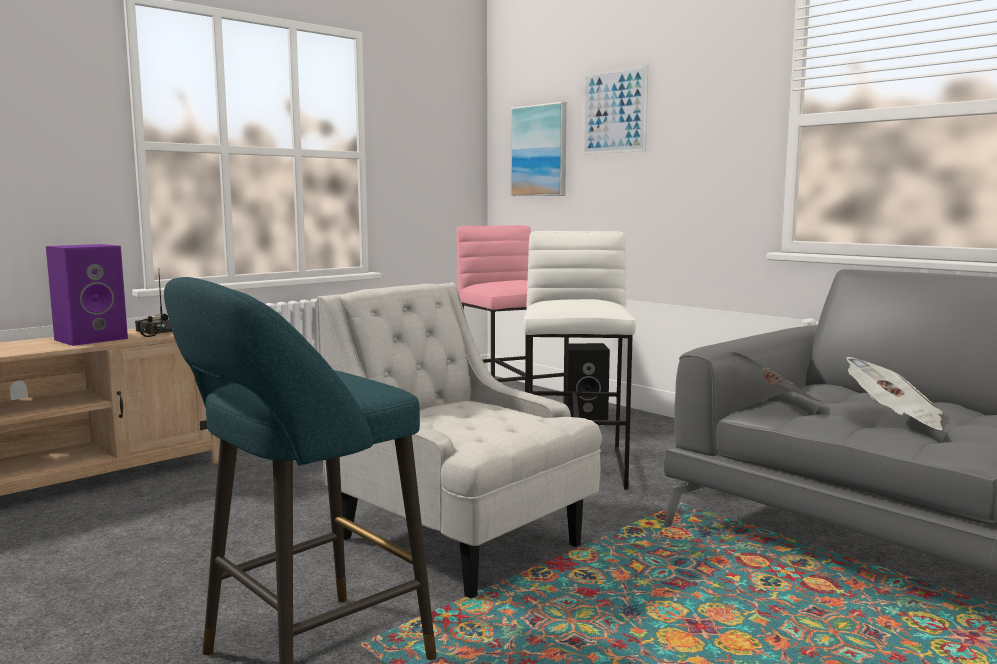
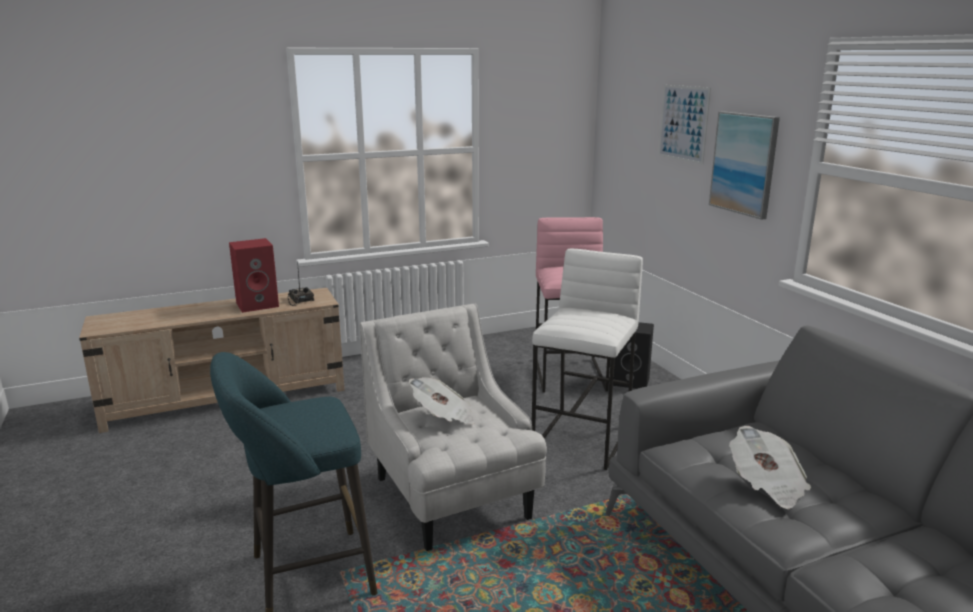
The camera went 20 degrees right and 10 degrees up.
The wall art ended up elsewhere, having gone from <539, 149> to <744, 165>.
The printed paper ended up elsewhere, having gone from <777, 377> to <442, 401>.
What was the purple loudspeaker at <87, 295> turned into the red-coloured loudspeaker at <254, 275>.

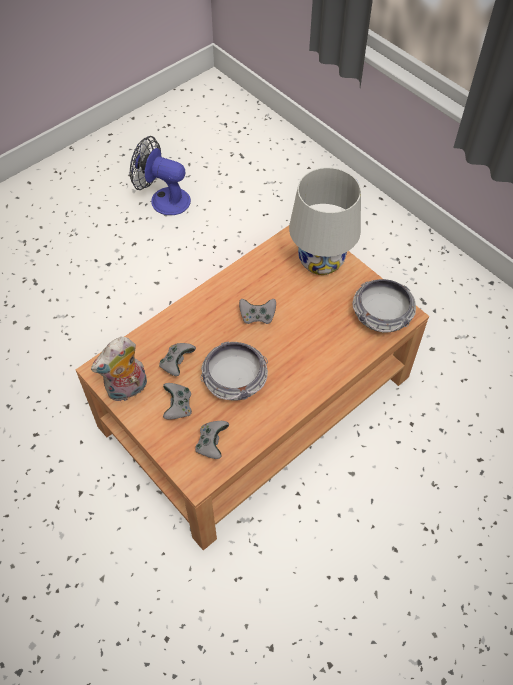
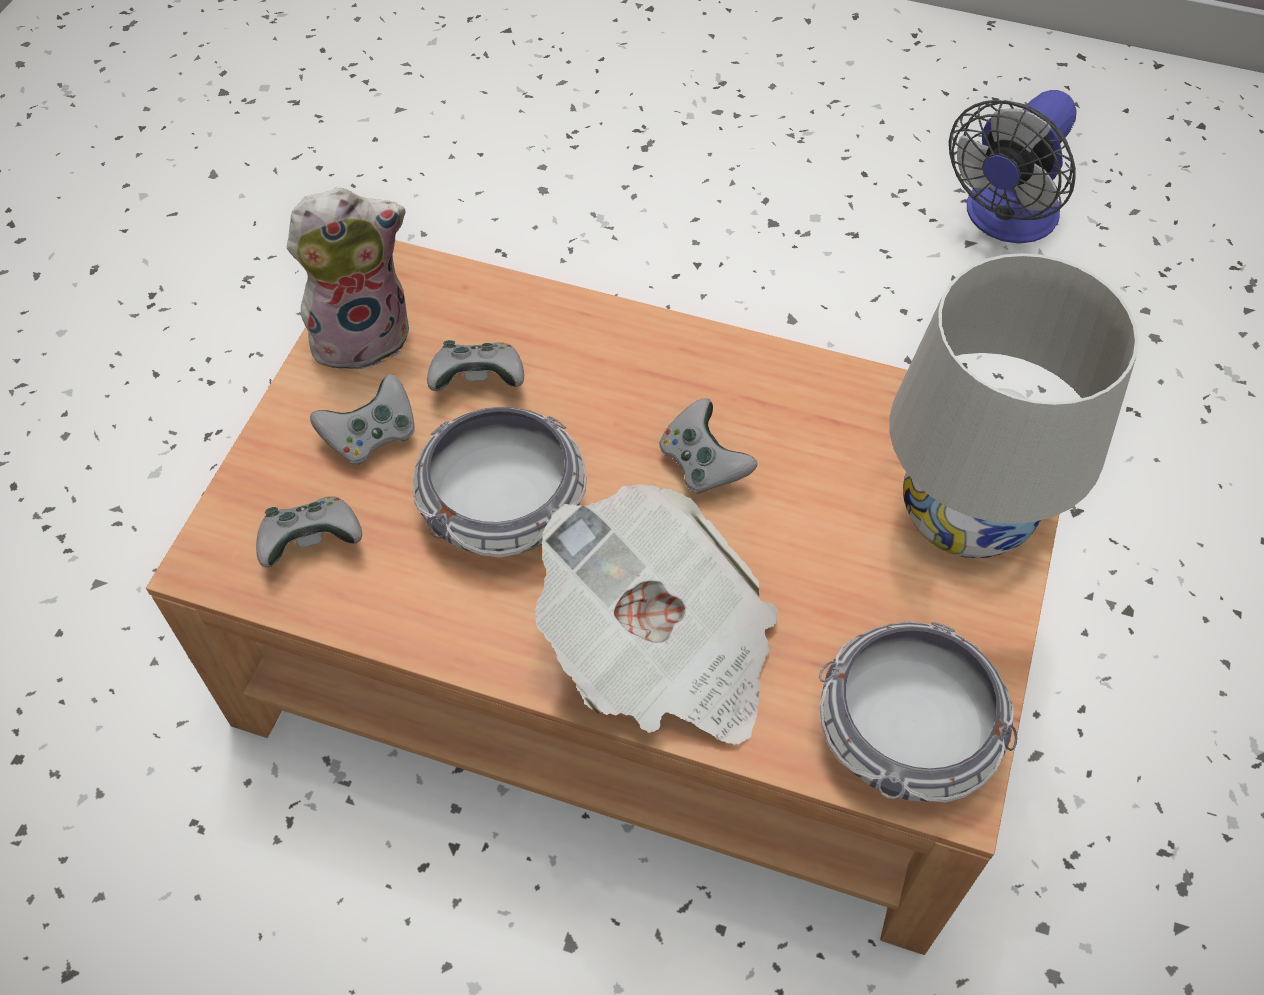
The camera went 60 degrees right and 0 degrees up.
The second view gained the printed paper at <656, 614>.
The cuddly toy at <119, 369> ended up facing another way, 135 degrees clockwise from before.
The electric fan at <160, 175> ended up facing another way, 135 degrees counterclockwise from before.

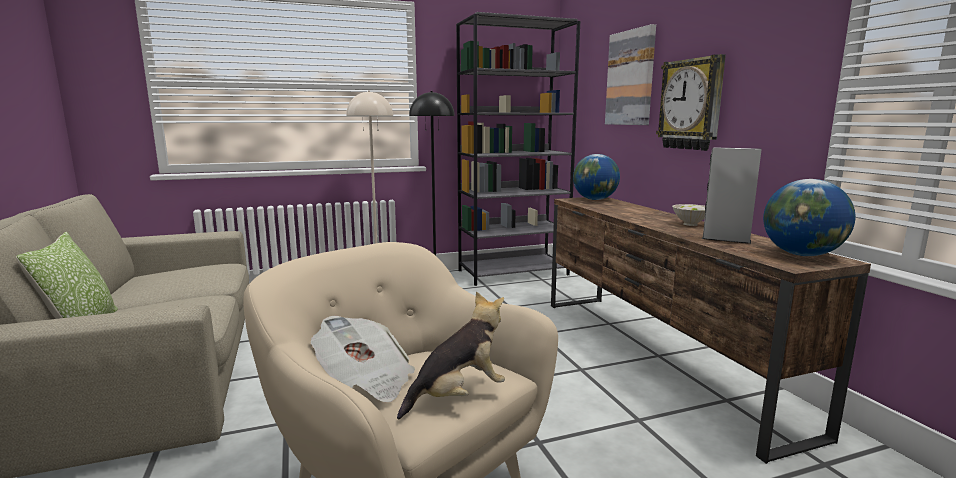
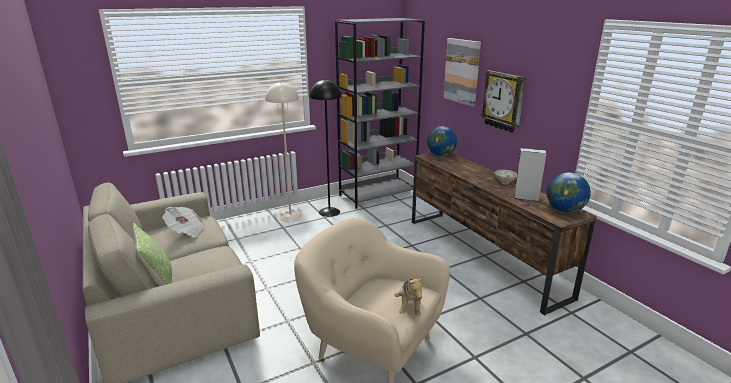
The camera went 10 degrees left and 10 degrees up.
The printed paper ended up elsewhere, having gone from <363, 359> to <183, 222>.
The cuddly toy at <451, 355> ended up facing another way, 135 degrees clockwise from before.

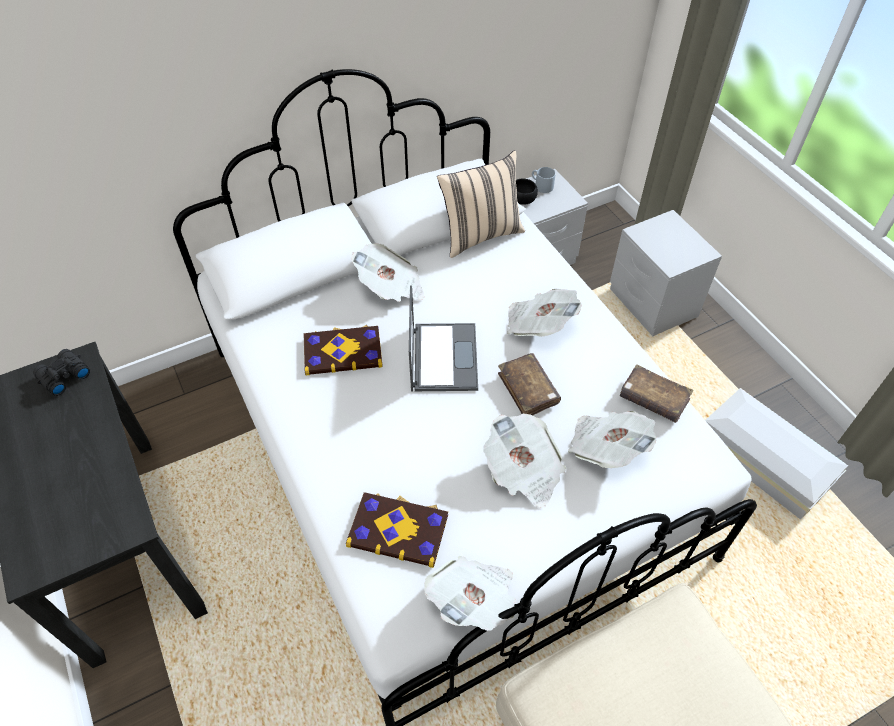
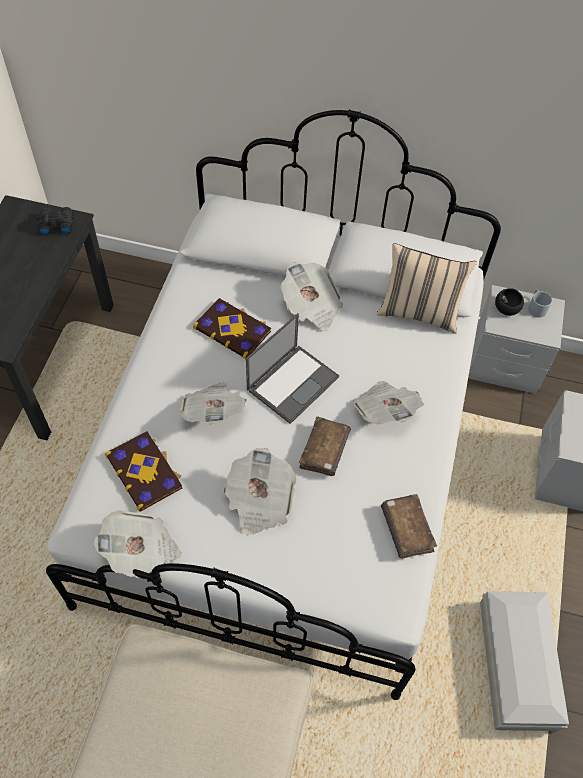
The camera went 40 degrees right and 5 degrees up.
The printed paper ended up elsewhere, having gone from <612, 439> to <213, 403>.

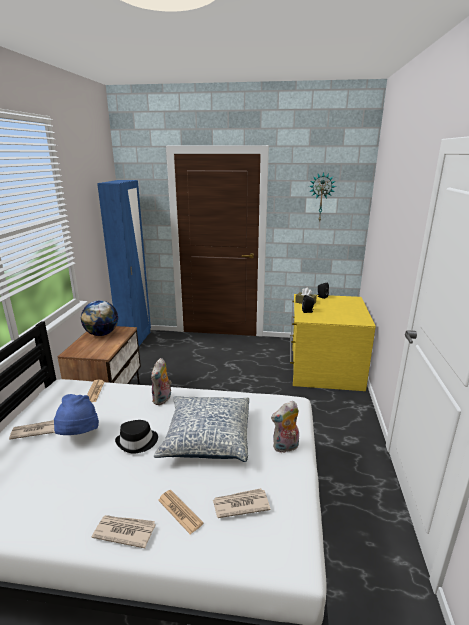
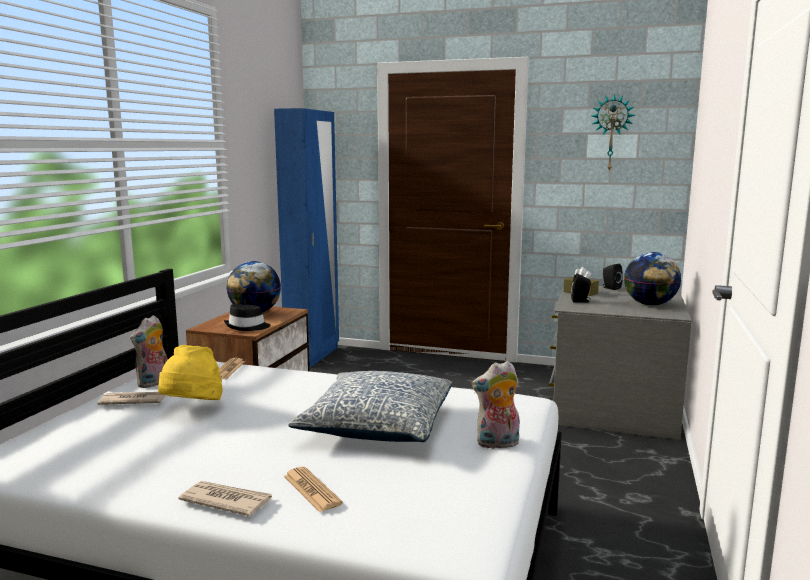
The camera went 10 degrees right and 10 degrees down.
The second view lost the printed paper at <241, 503>.
The second view gained the desk globe at <652, 279>.
The black clothing hat ended up elsewhere, having gone from <136, 437> to <247, 317>.
The cuddly toy ended up elsewhere, having gone from <161, 381> to <149, 351>.
What was the bluish clothing hat at <76, 414> turned into the yellowish clothing hat at <190, 372>.
What was the yellowish chest of drawers at <333, 342> turned into the greyish chest of drawers at <620, 363>.

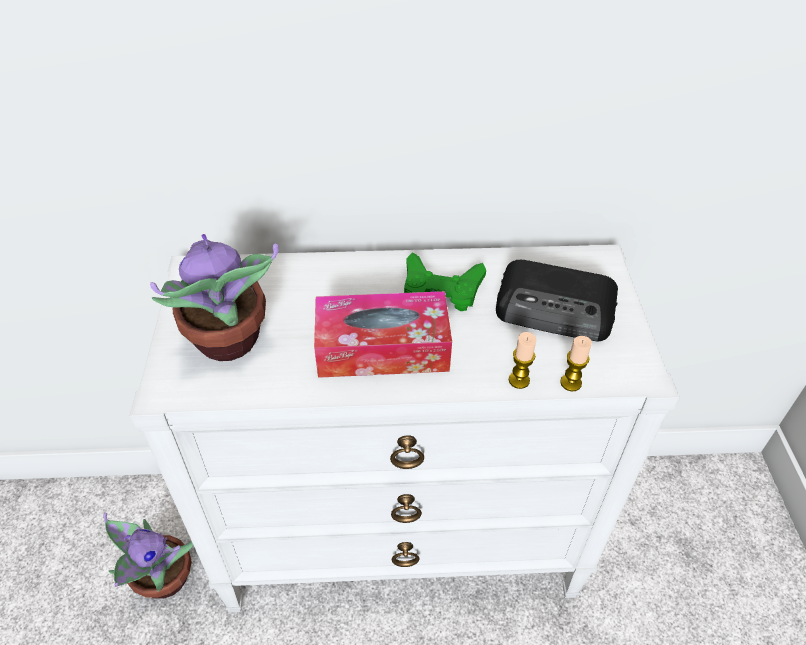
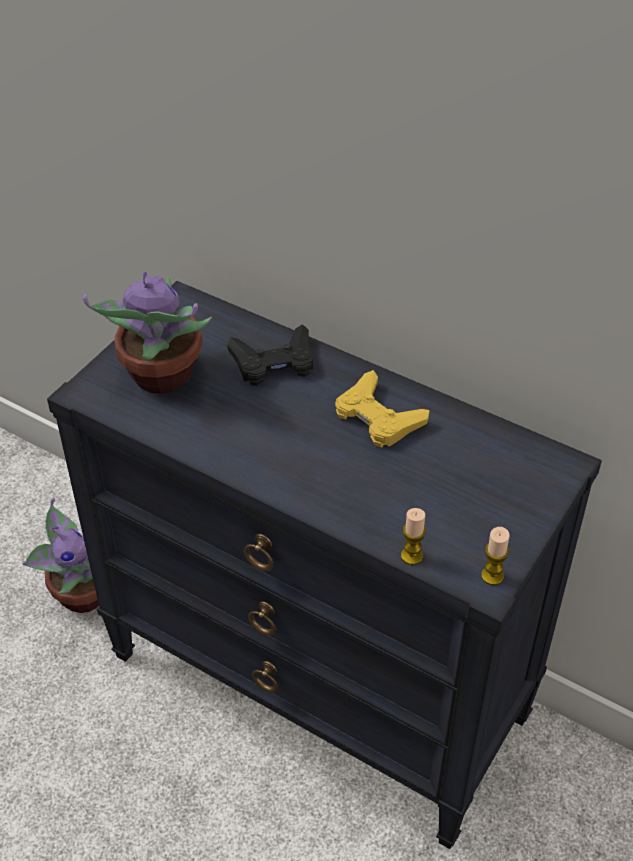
The camera went 35 degrees right and 0 degrees up.
The second view lost the tissue box at <383, 334>.
The second view lost the radio set at <557, 300>.
The second view gained the black gamepad at <270, 355>.
The candle ended up elsewhere, having gone from <522, 360> to <495, 556>.
What was the white-coloured chest of drawers at <405, 429> turned into the black chest of drawers at <324, 565>.
What was the greenish gamepad at <445, 281> turned into the yellowish gamepad at <382, 409>.

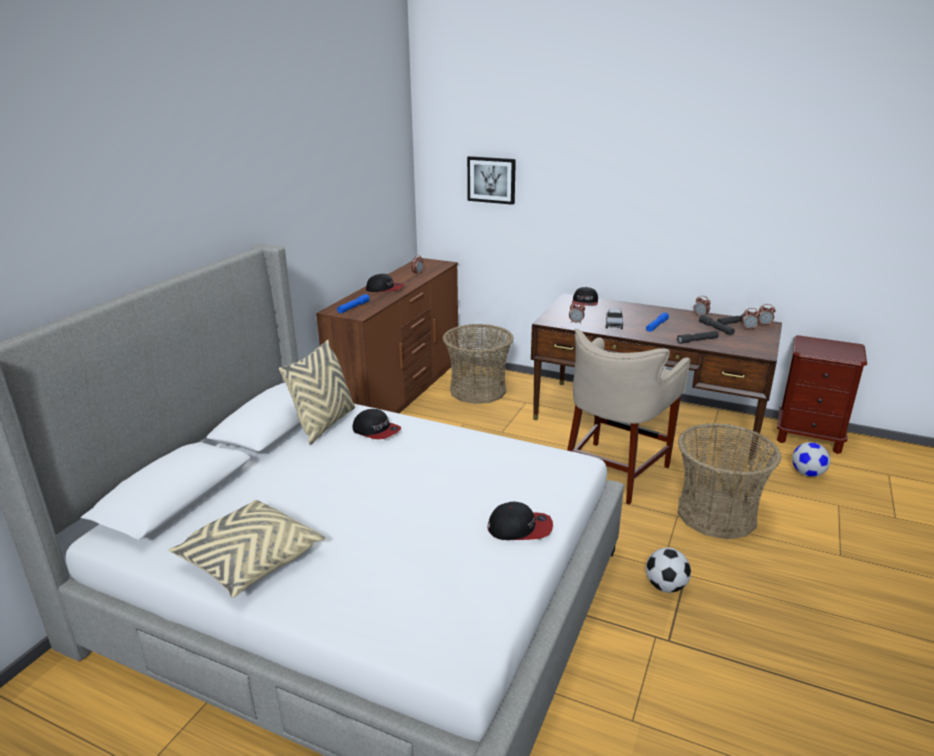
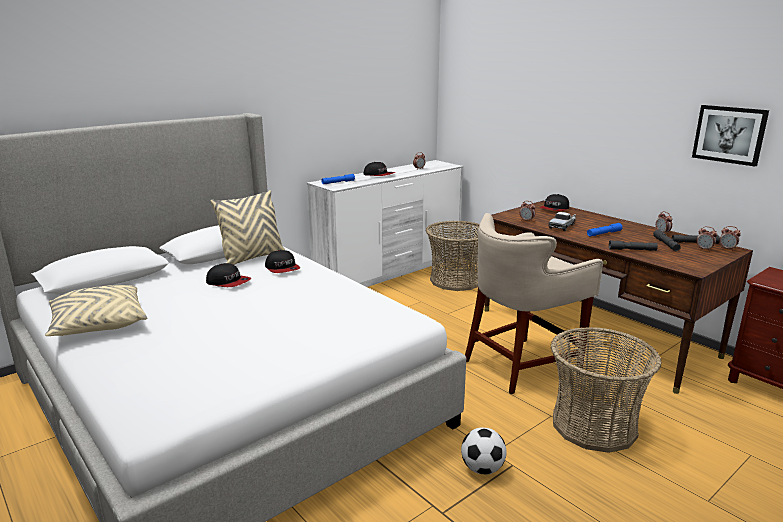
The camera went 25 degrees right and 5 degrees down.
The second view lost the football ball at <811, 459>.
The wall art ended up elsewhere, having gone from <491, 180> to <730, 136>.
The baseball cap ended up elsewhere, having gone from <520, 521> to <228, 275>.
What was the brown-coloured chest of drawers at <387, 335> turned into the white-coloured chest of drawers at <385, 223>.

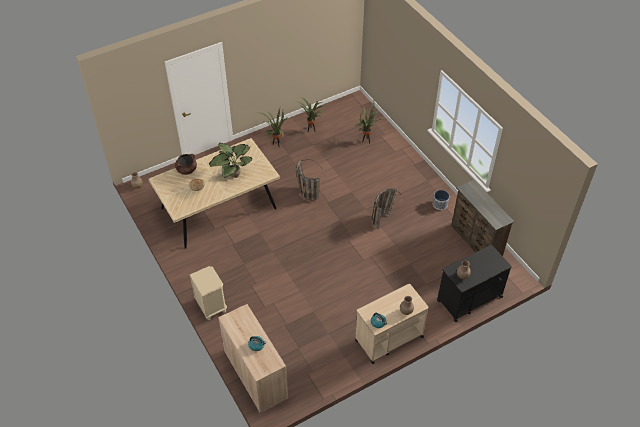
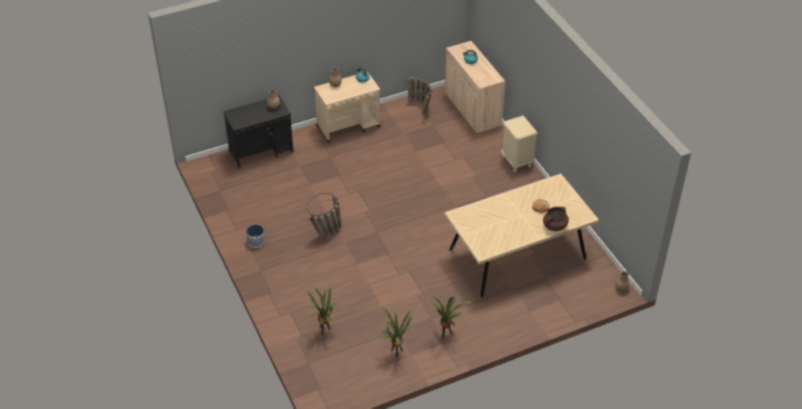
The camera went 175 degrees left and 5 degrees down.
The second view lost the potted plant at <231, 160>.
The second view lost the brown-coloured chest of drawers at <482, 218>.
The storage basket ended up elsewhere, having gone from <309, 179> to <417, 96>.

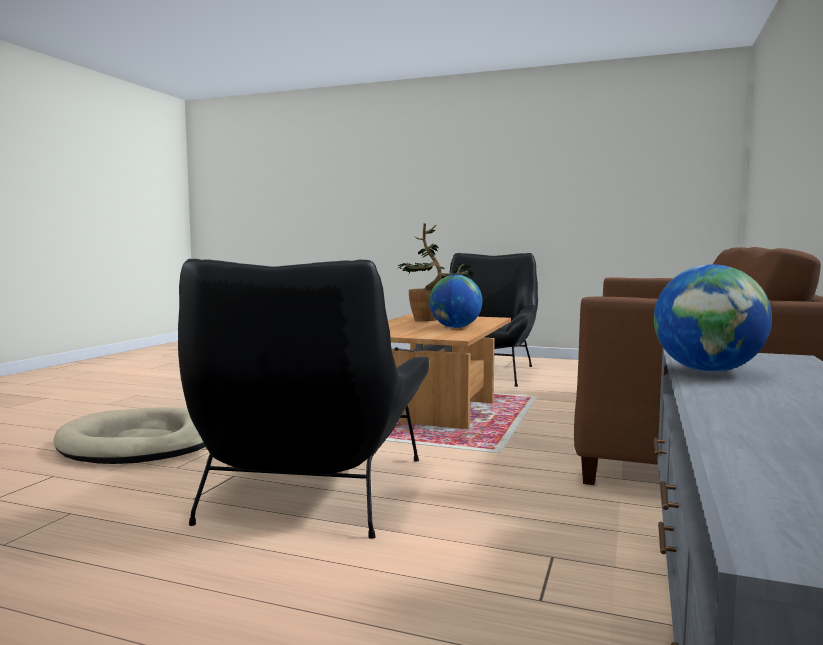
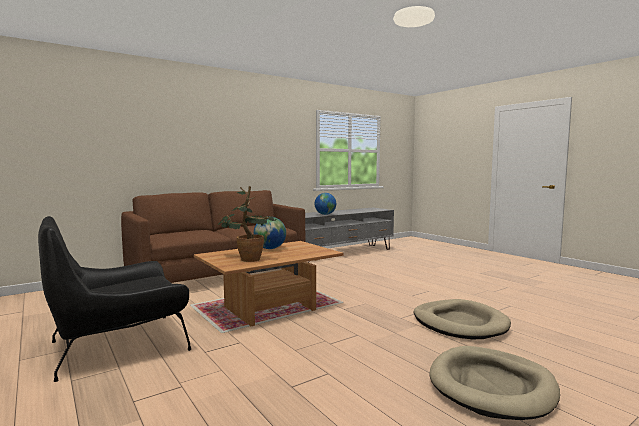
The camera went 145 degrees left and 0 degrees up.
The second view lost the black easy chair at <303, 399>.
The second view gained the beige pet bed at <495, 383>.

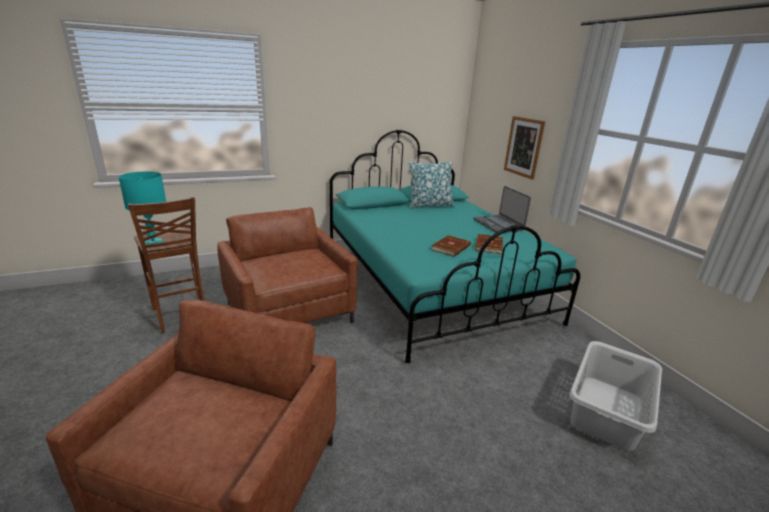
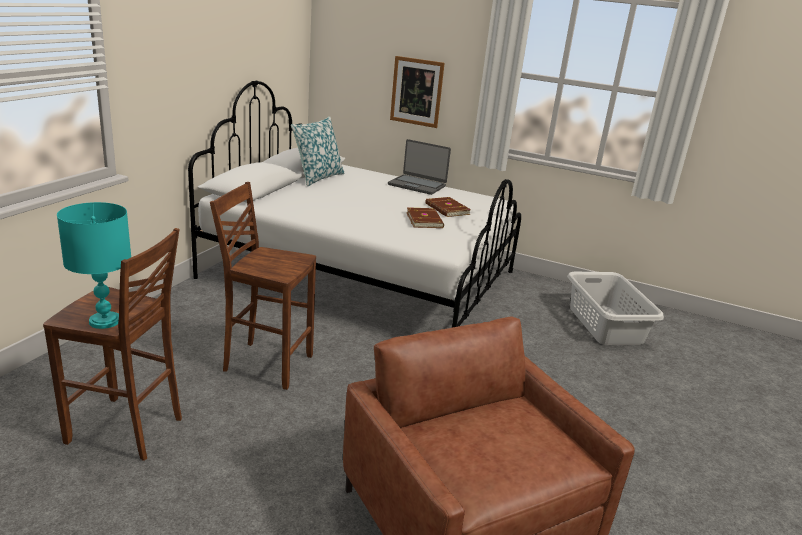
The camera went 45 degrees left and 0 degrees up.
Where the brown-coloured easy chair stood at <287, 265>, the brown-coloured stool seat came to stand at <263, 286>.
What was the blue-green bed at <455, 246> turned into the white-coloured bed at <354, 203>.

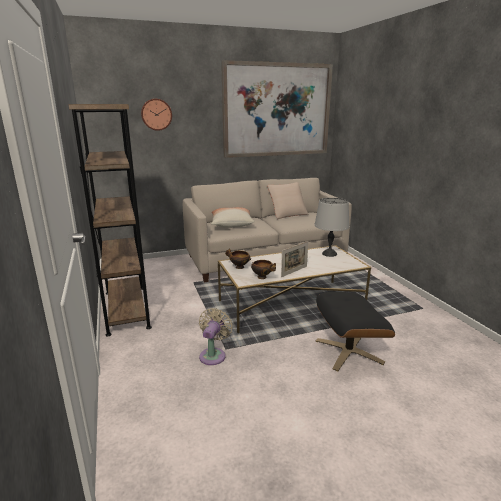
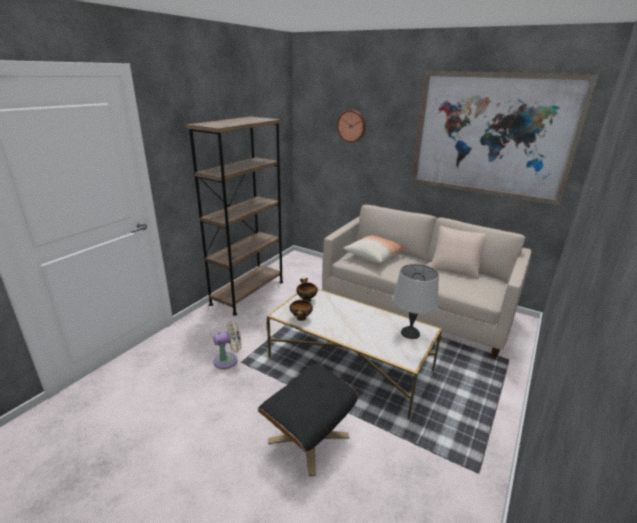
The camera went 50 degrees right and 5 degrees up.
The second view lost the photo frame at <294, 259>.

